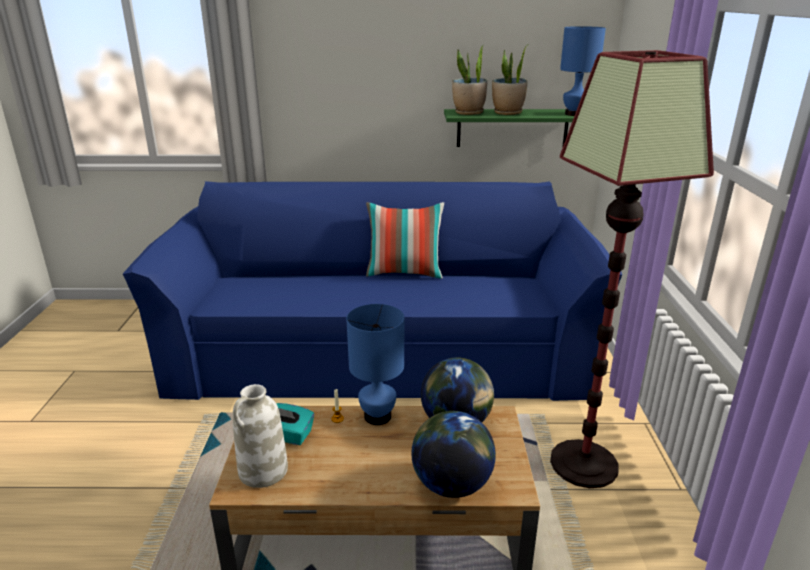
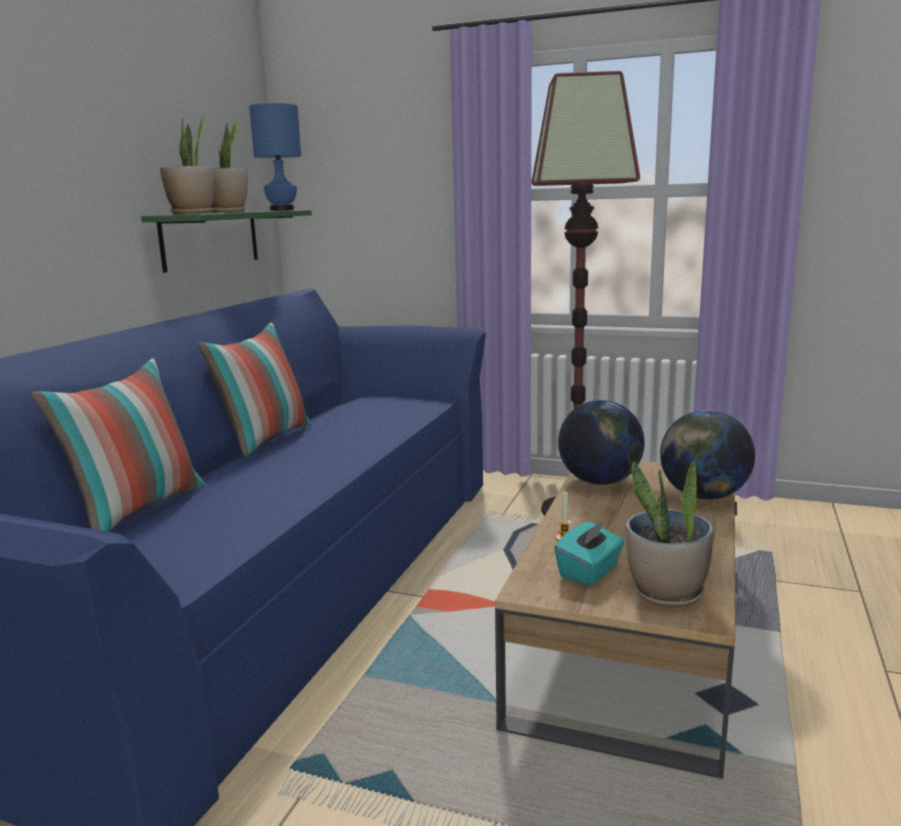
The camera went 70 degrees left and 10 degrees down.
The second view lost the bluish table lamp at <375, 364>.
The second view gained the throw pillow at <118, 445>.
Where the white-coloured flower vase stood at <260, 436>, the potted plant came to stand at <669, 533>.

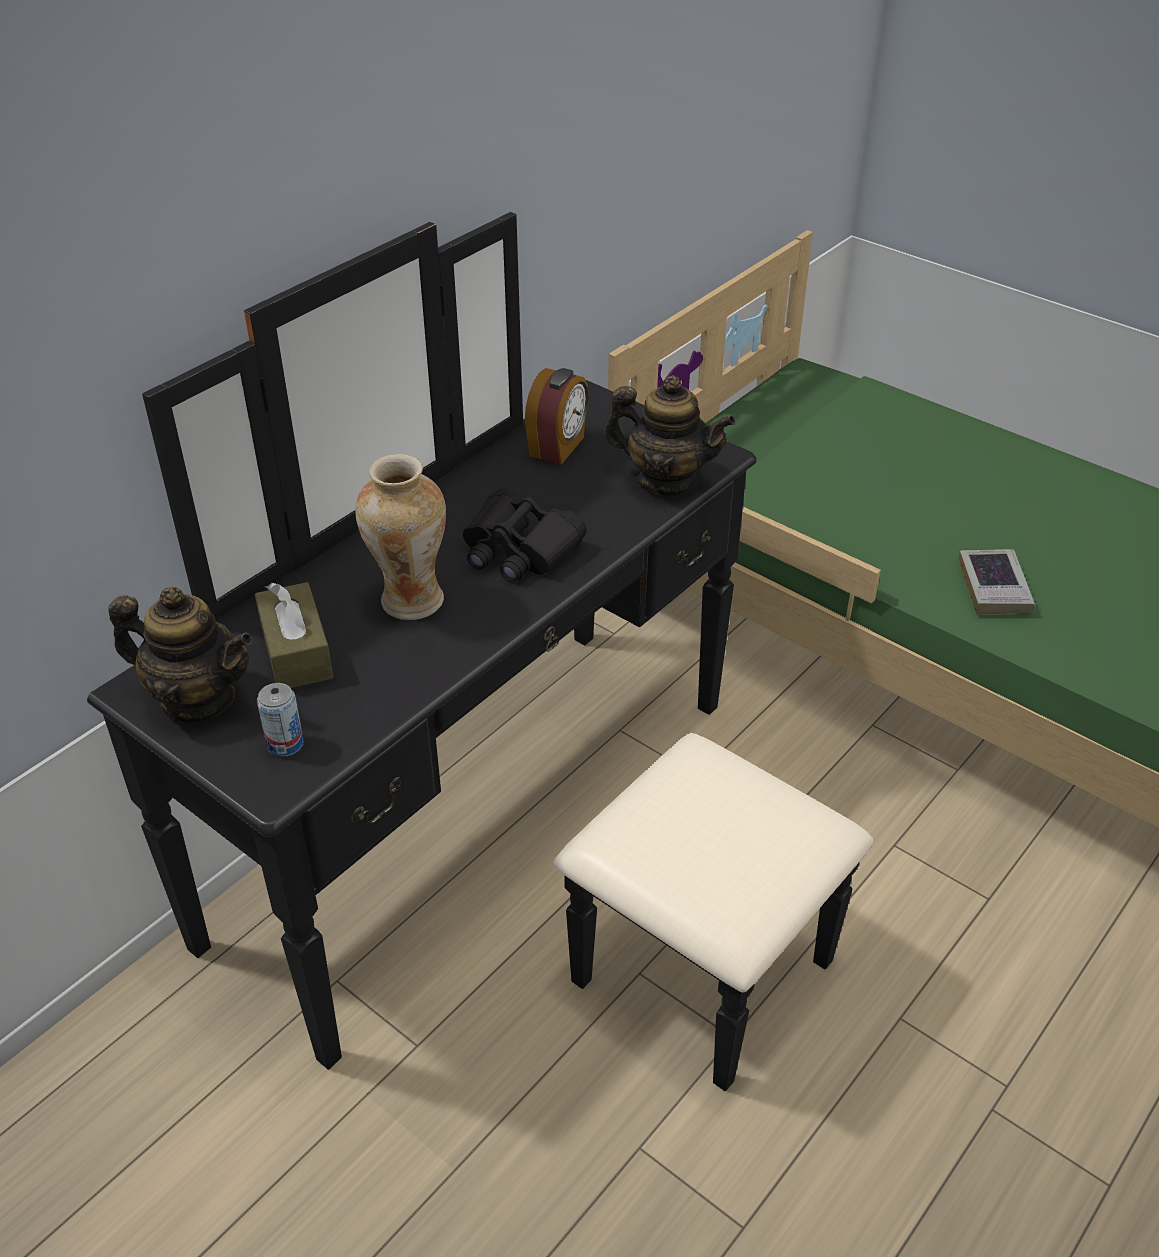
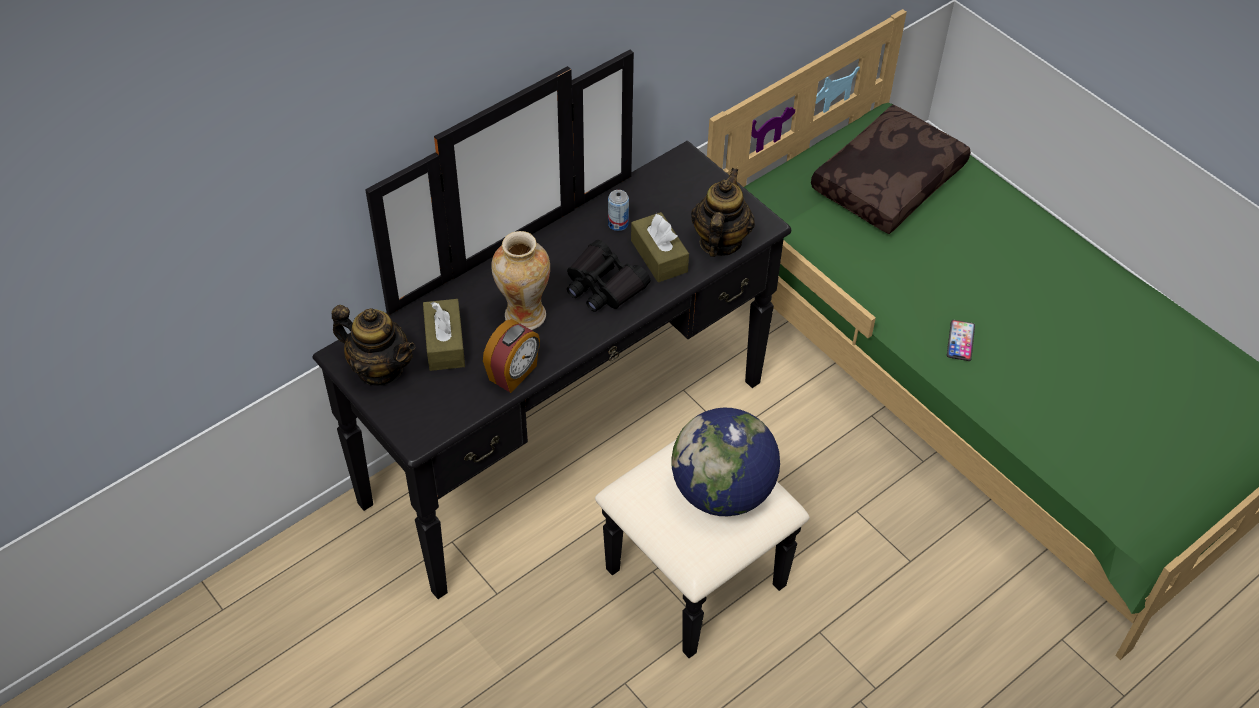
The camera went 10 degrees right and 10 degrees up.
The second view gained the brown-coloured tissue box at <660, 247>.
The second view gained the desk globe at <725, 462>.
The second view gained the brown-coloured throw pillow at <891, 169>.
The can ended up elsewhere, having gone from <280, 720> to <618, 210>.
The bedside clock ended up elsewhere, having gone from <557, 416> to <511, 356>.
Where the bound book stood at <997, 582>, the handset came to stand at <961, 340>.
The pot for tea at <670, 435> ended up facing another way, 105 degrees counterclockwise from before.

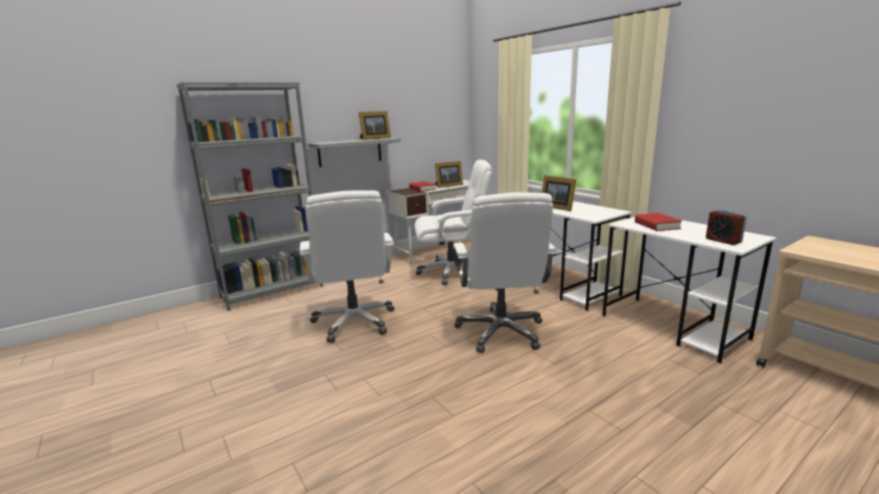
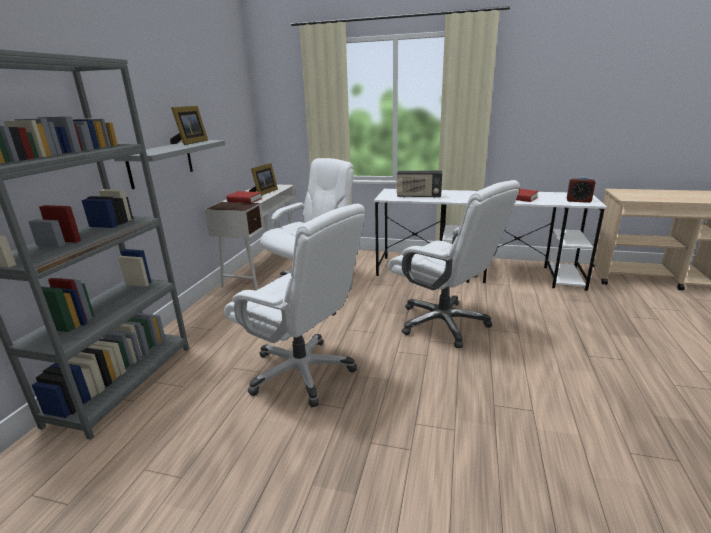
The camera went 40 degrees left and 5 degrees up.
Where the photo frame stood at <559, 193>, the radio set came to stand at <419, 183>.

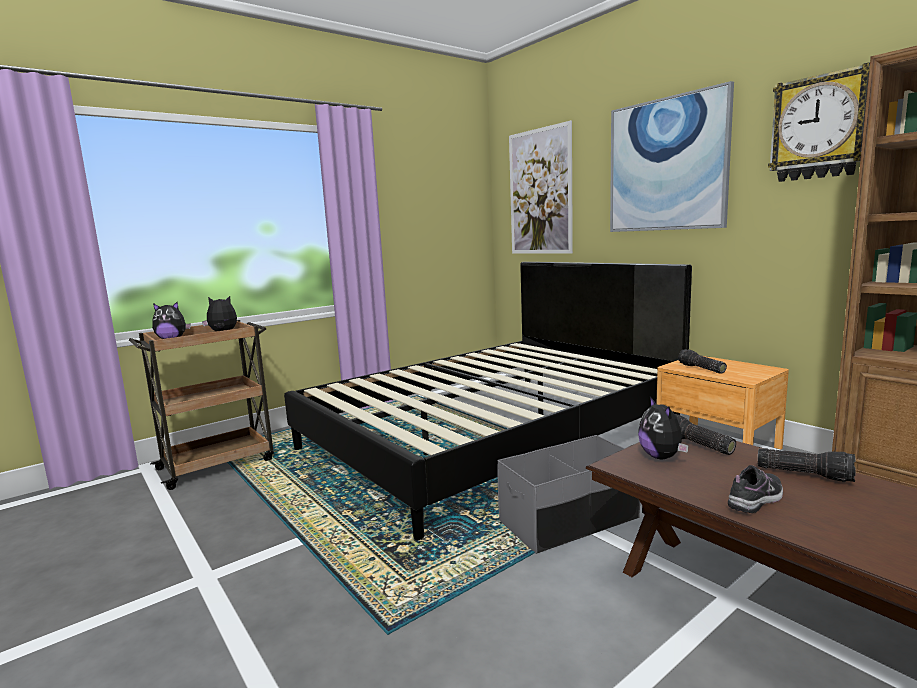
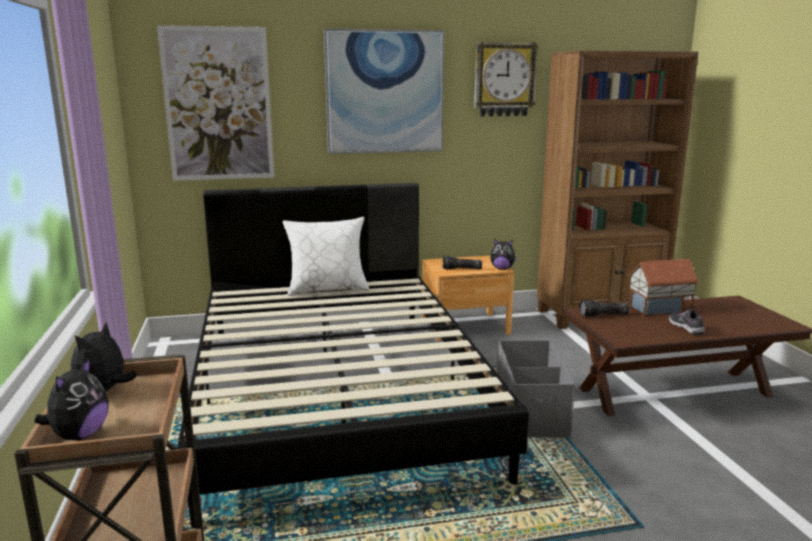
The camera went 65 degrees left and 5 degrees up.
The second view gained the white-coloured throw pillow at <326, 256>.
The cuddly toy ended up elsewhere, having gone from <663, 428> to <504, 254>.
Where the flashlight stood at <807, 465>, the model house came to stand at <663, 287>.

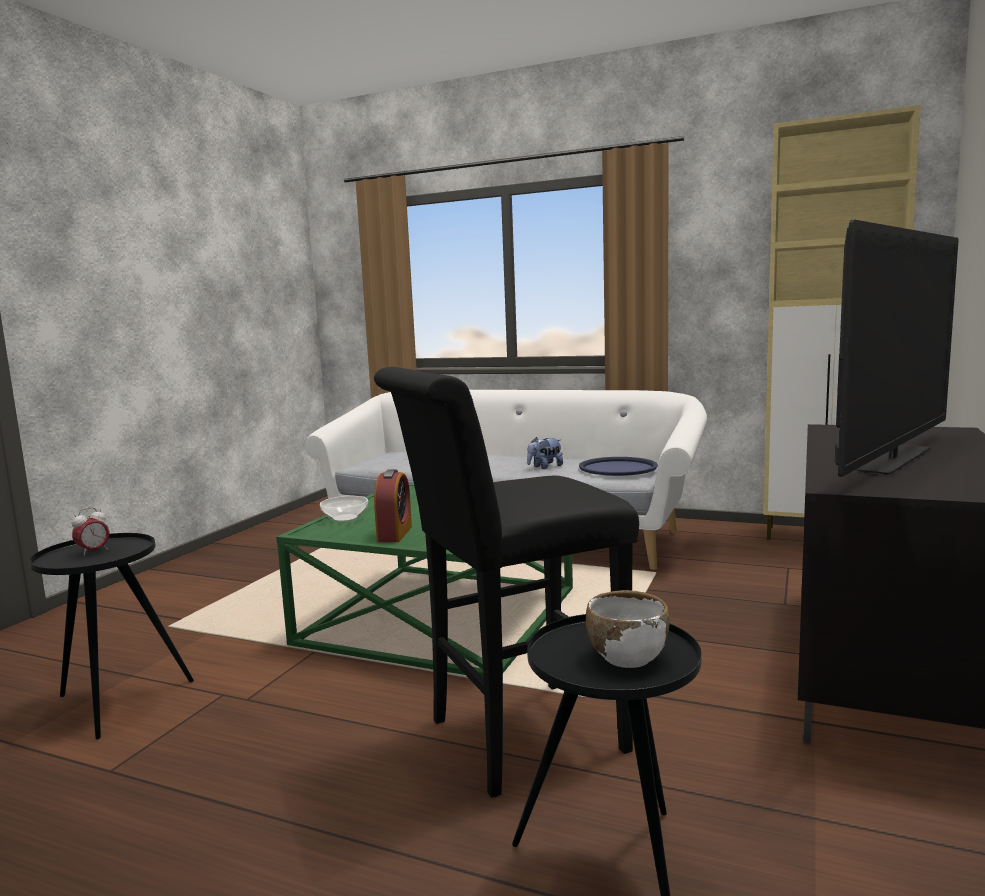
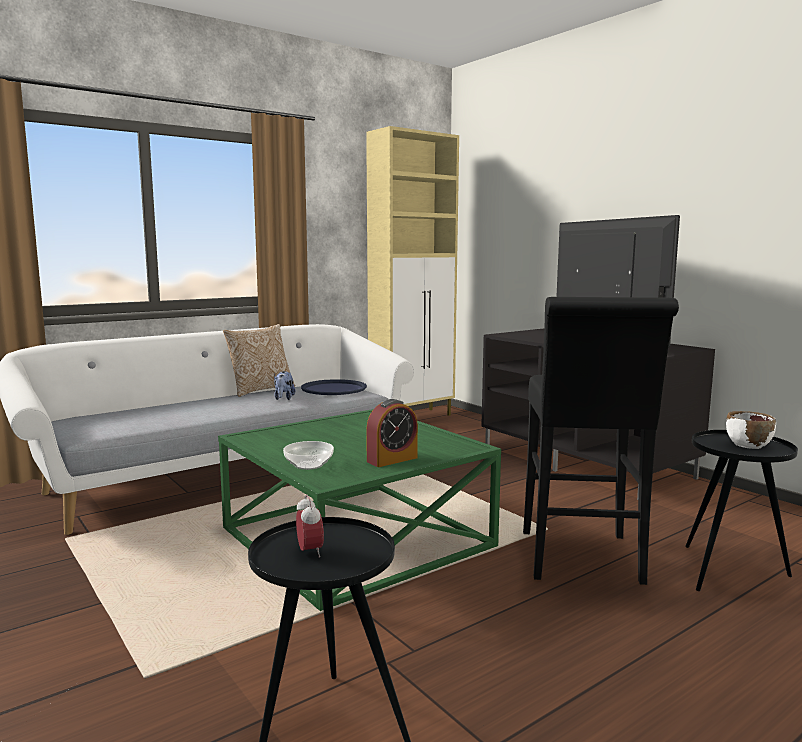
The camera went 60 degrees left and 0 degrees up.
The second view gained the throw pillow at <259, 360>.
The bedside clock at <393, 505> ended up facing another way, 105 degrees clockwise from before.

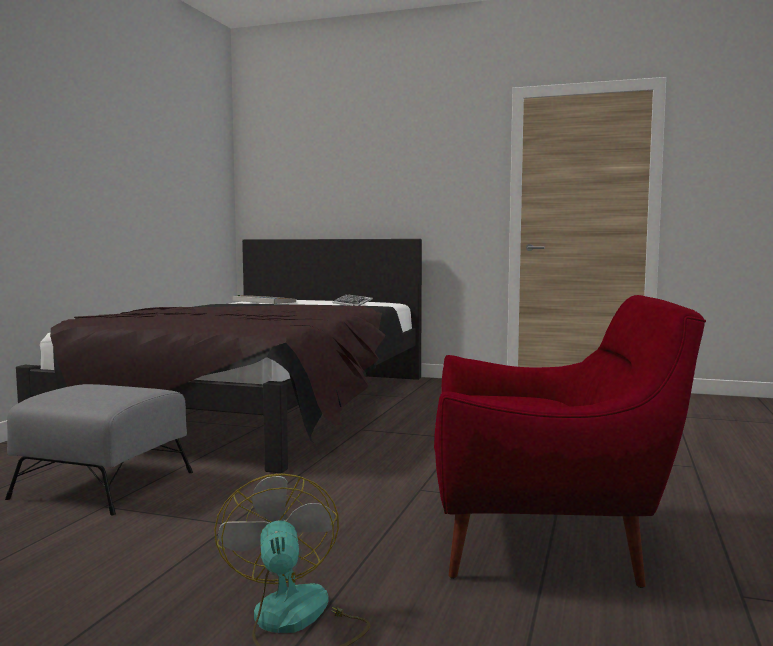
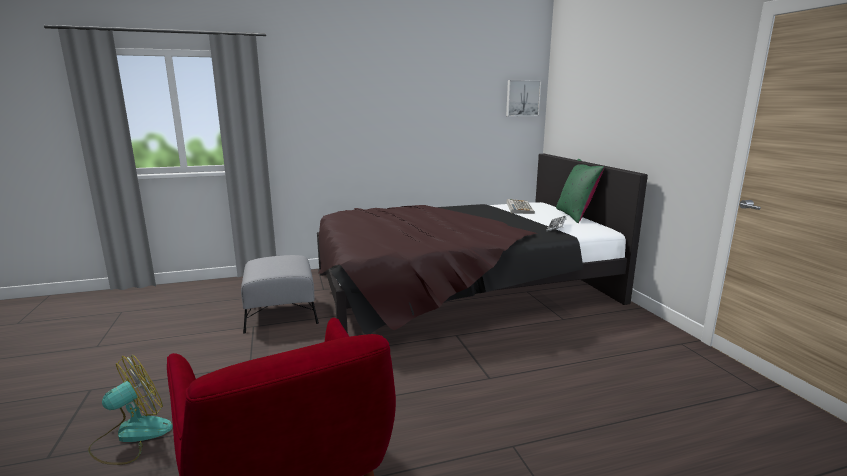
The camera went 55 degrees right and 10 degrees up.
The second view gained the wall art at <523, 98>.
The second view gained the greenish throw pillow at <580, 191>.

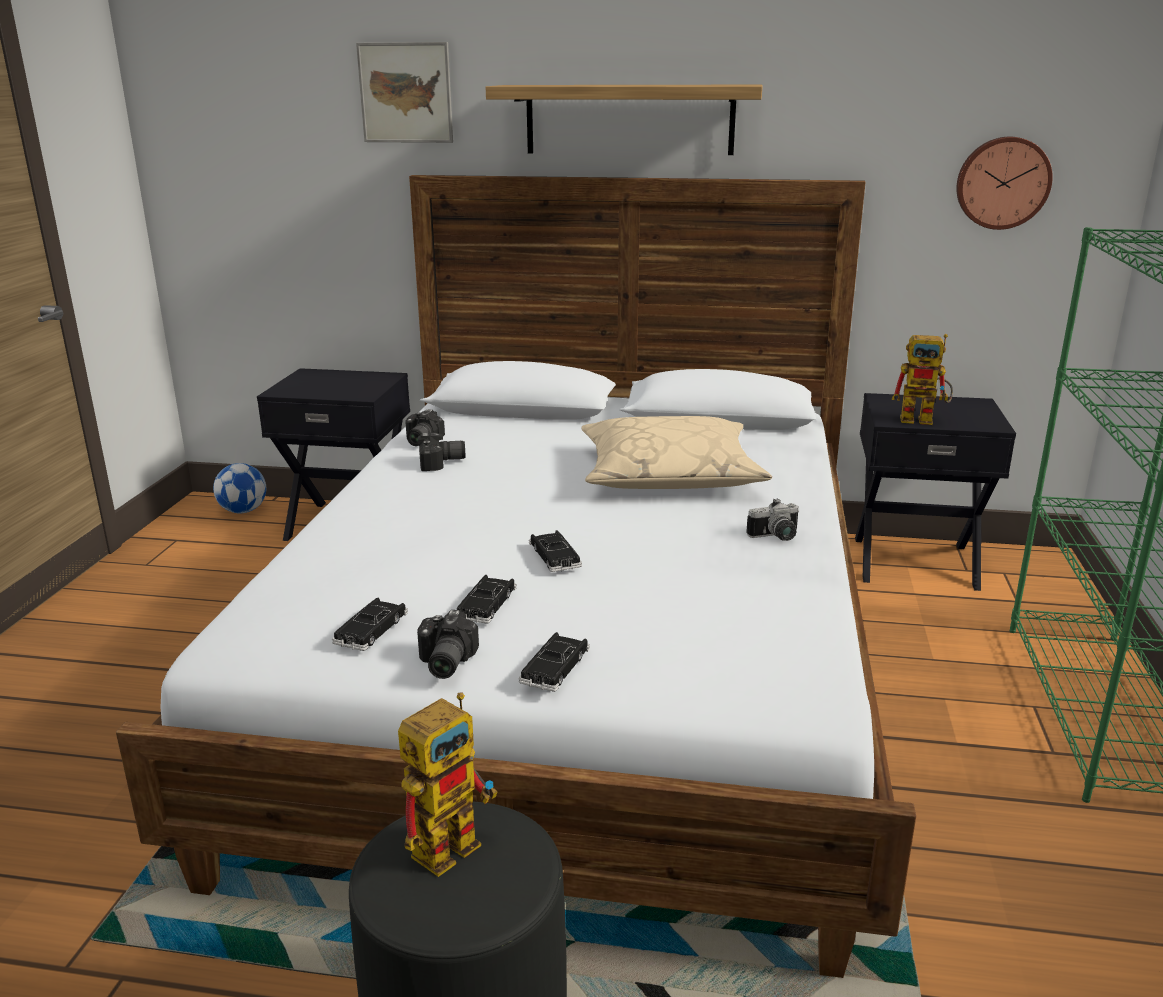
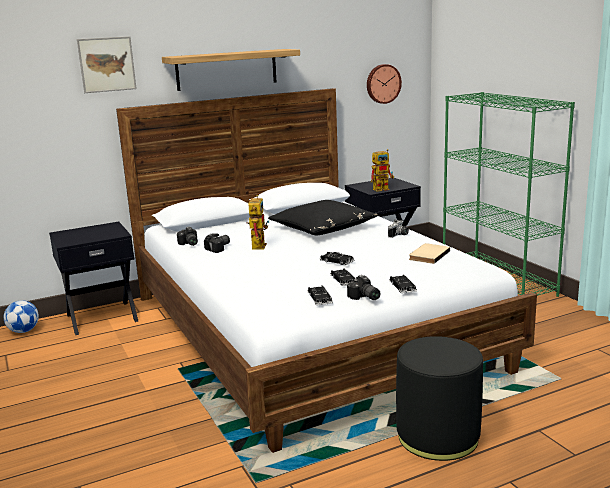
The camera went 35 degrees left and 5 degrees down.
The second view gained the beige bound book at <429, 253>.
The toy robot ended up elsewhere, having gone from <448, 785> to <257, 222>.
What was the beige throw pillow at <677, 452> turned into the black throw pillow at <323, 217>.

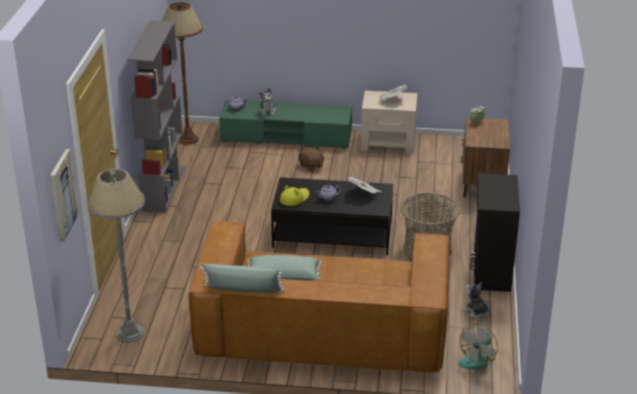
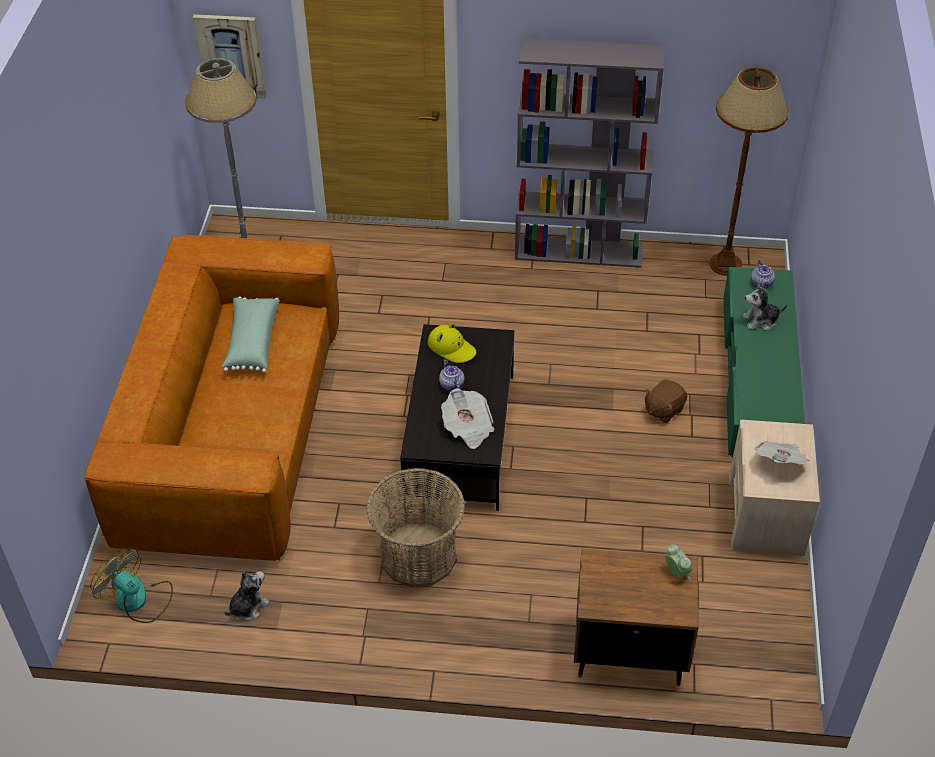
The camera went 90 degrees right and 15 degrees up.
The second view lost the greenish throw pillow at <242, 278>.
The second view lost the black storage cabinet at <495, 232>.

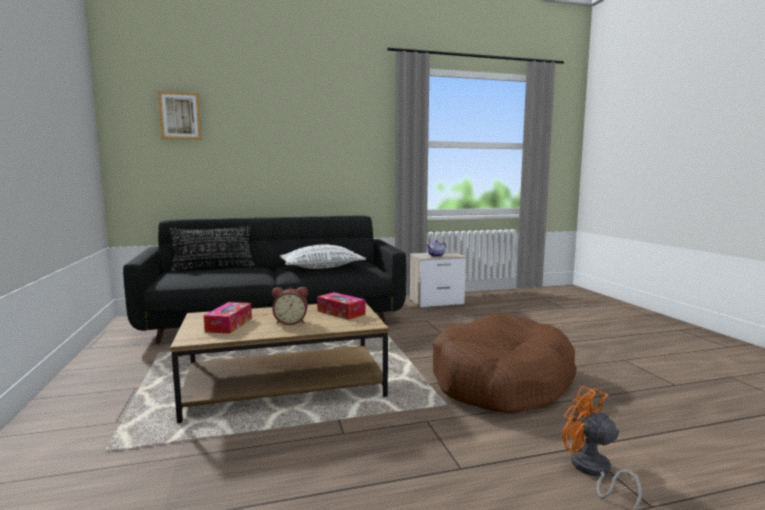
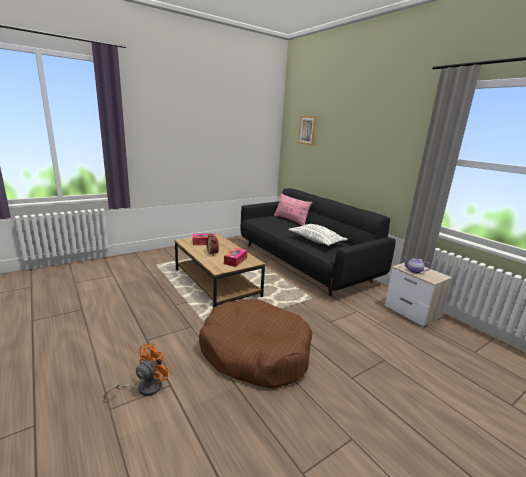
The camera went 70 degrees right and 10 degrees up.
What was the black throw pillow at <212, 248> turned into the pink-coloured throw pillow at <293, 209>.

